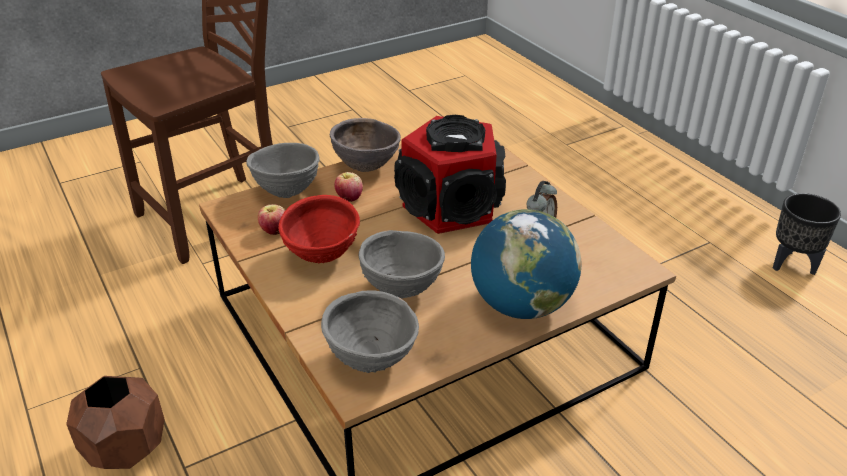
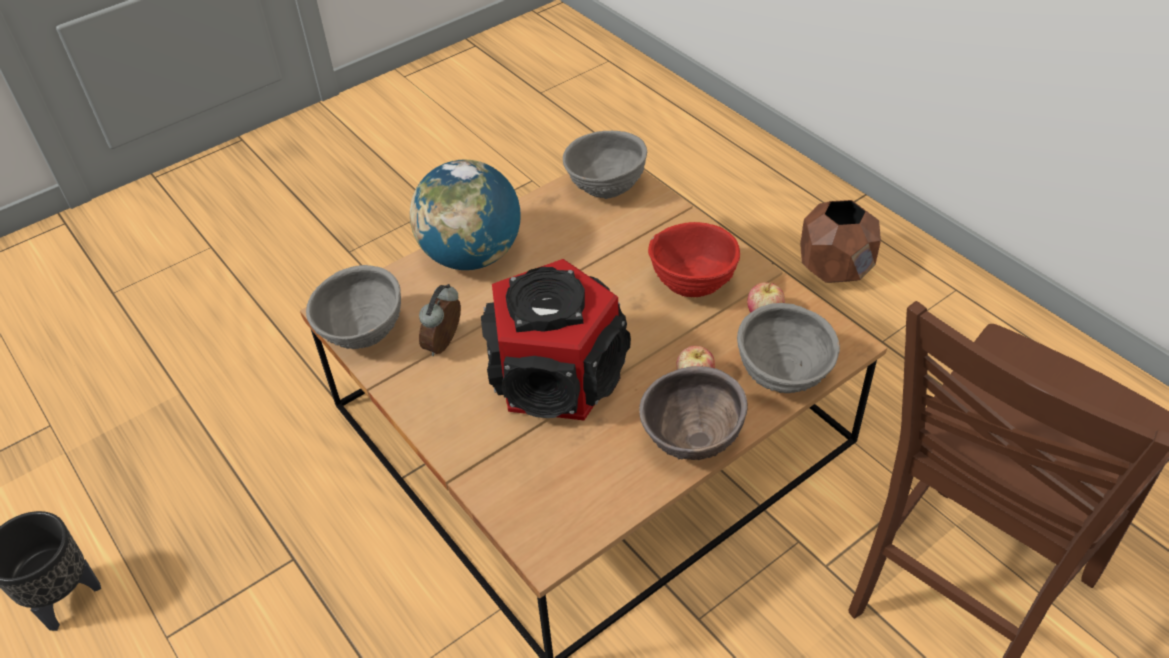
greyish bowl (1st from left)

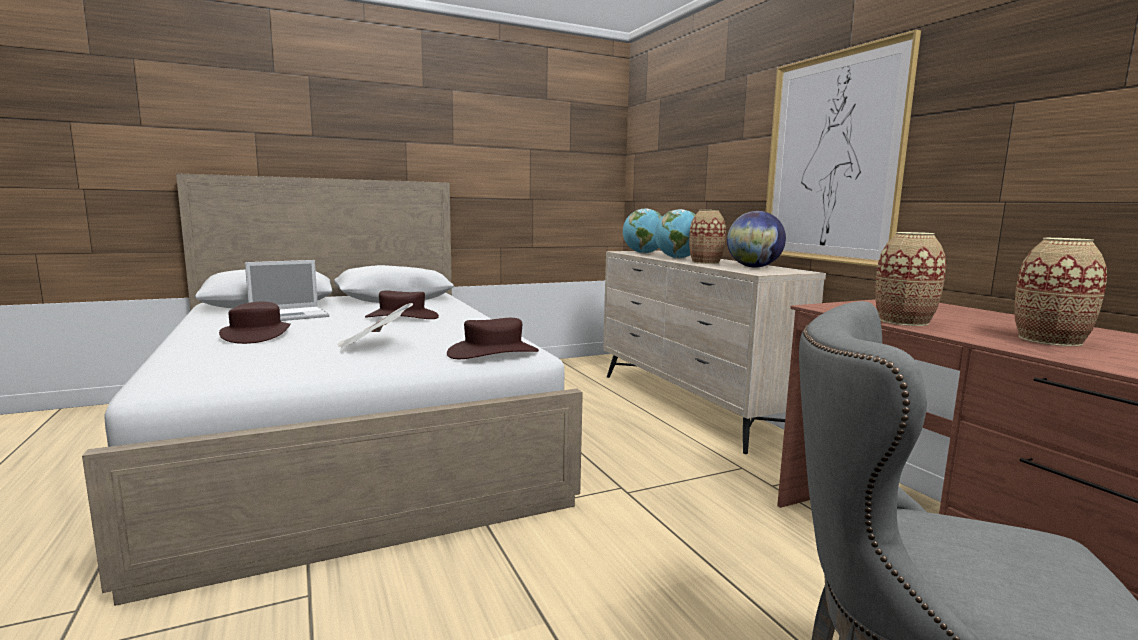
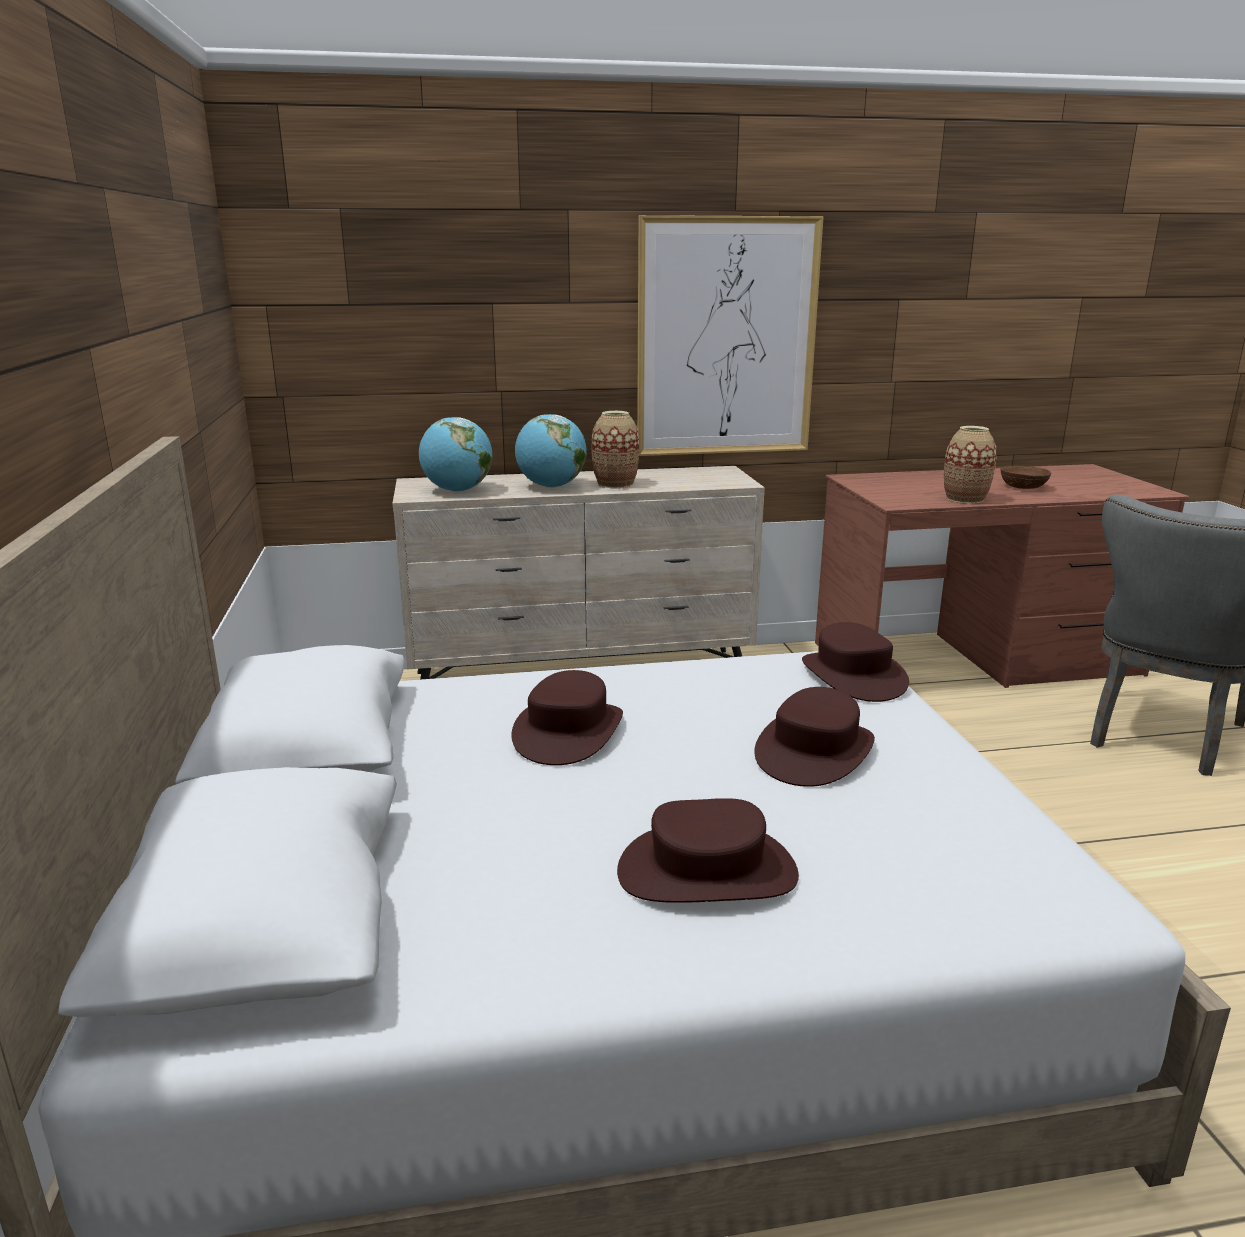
brown wearable hat (3rd from left)
brown bowl
notebook computer
desk globe (3rd from left in the first image)

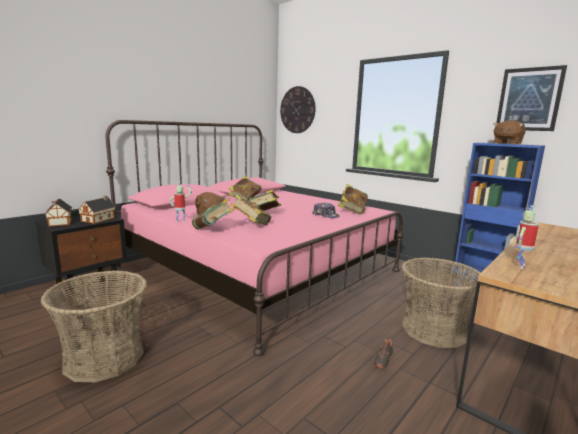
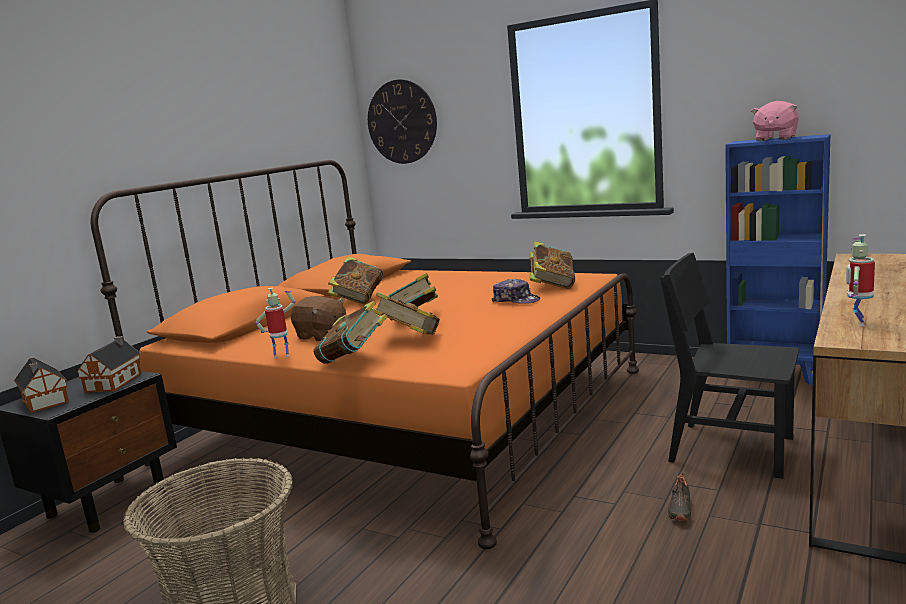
orange-coloured bed
black chair
pinkish soft toy
wall picture

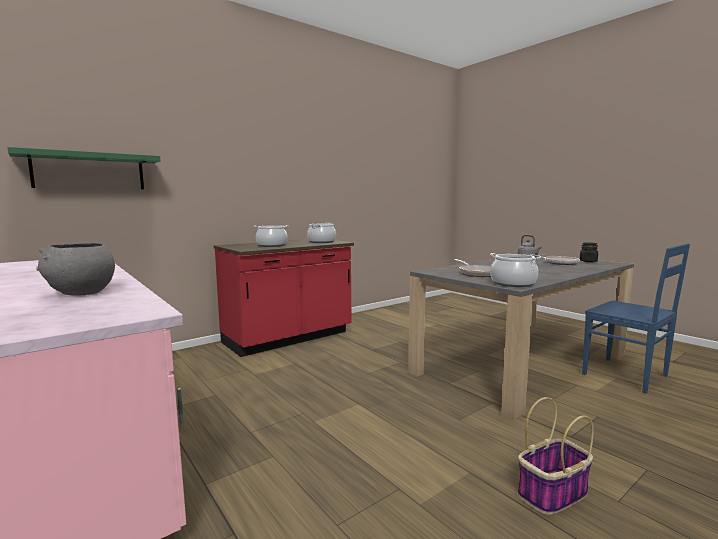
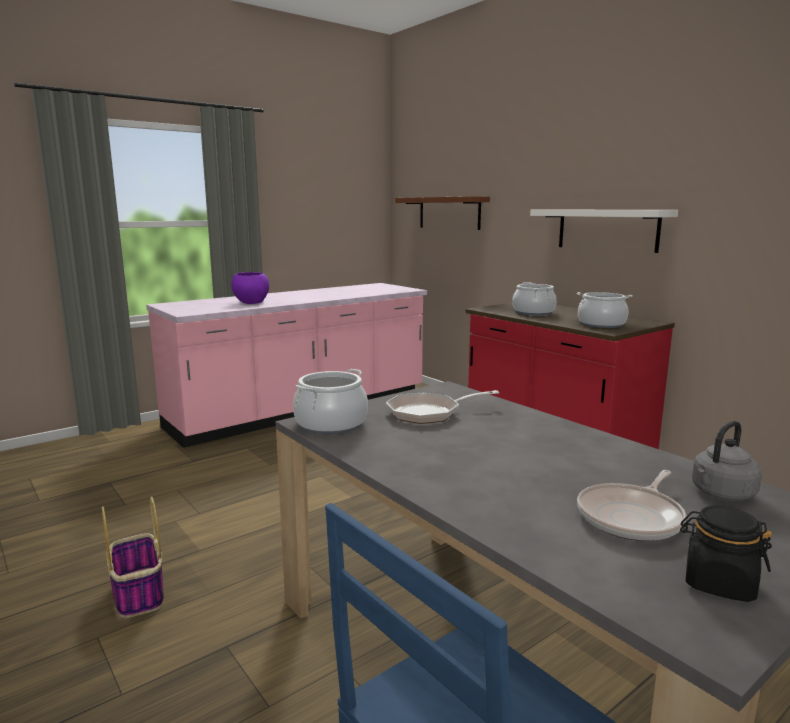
purplish bowl
brown bracket shelf
white bracket shelf

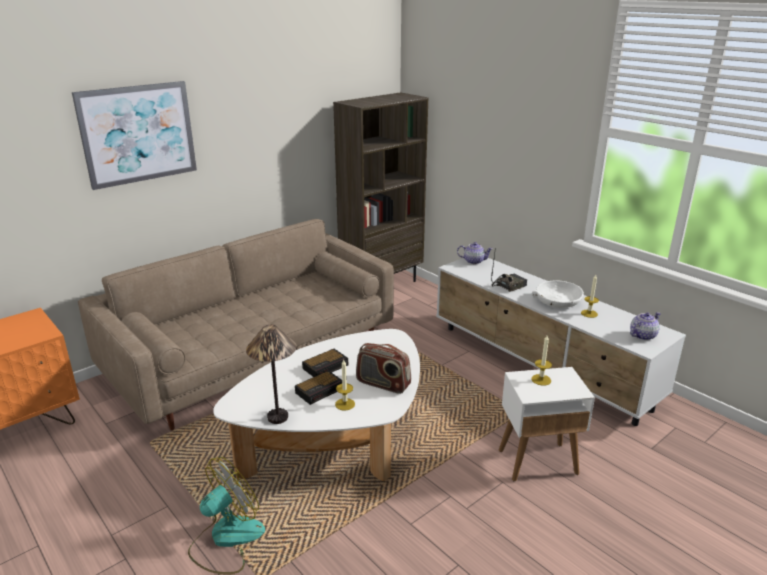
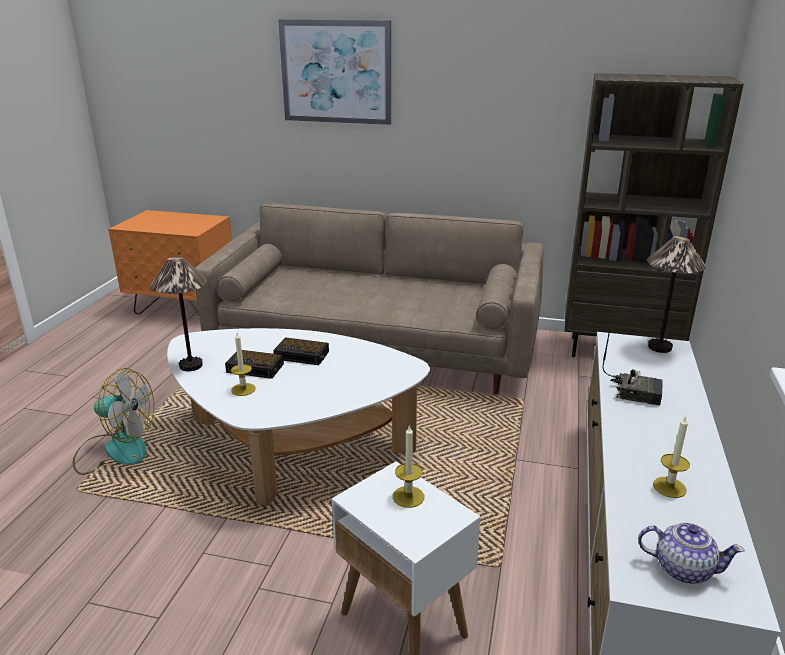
tabletop lamp (2nd from left)
radio set (1st from left in the first image)
white bowl

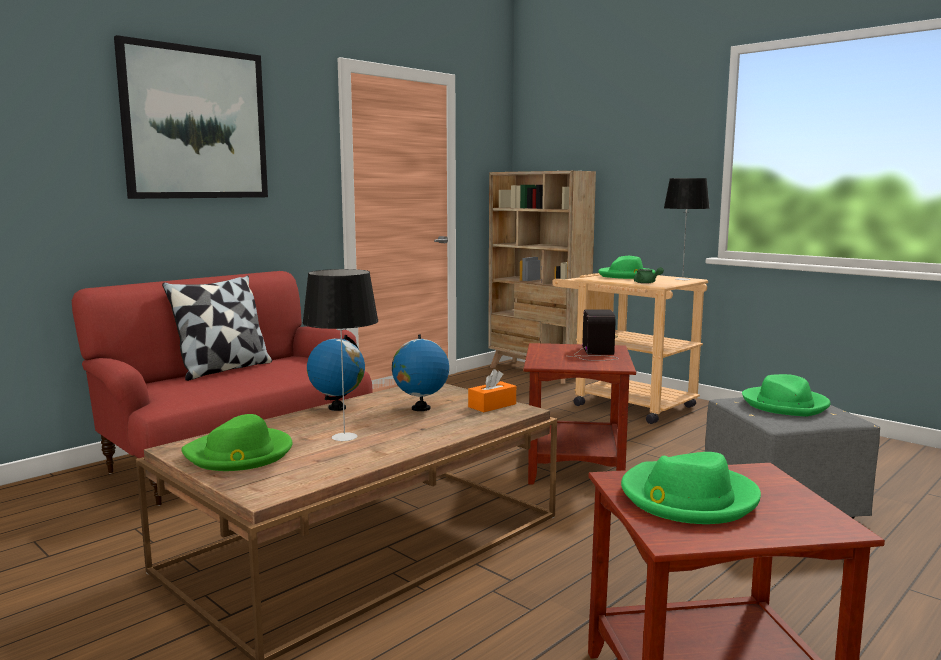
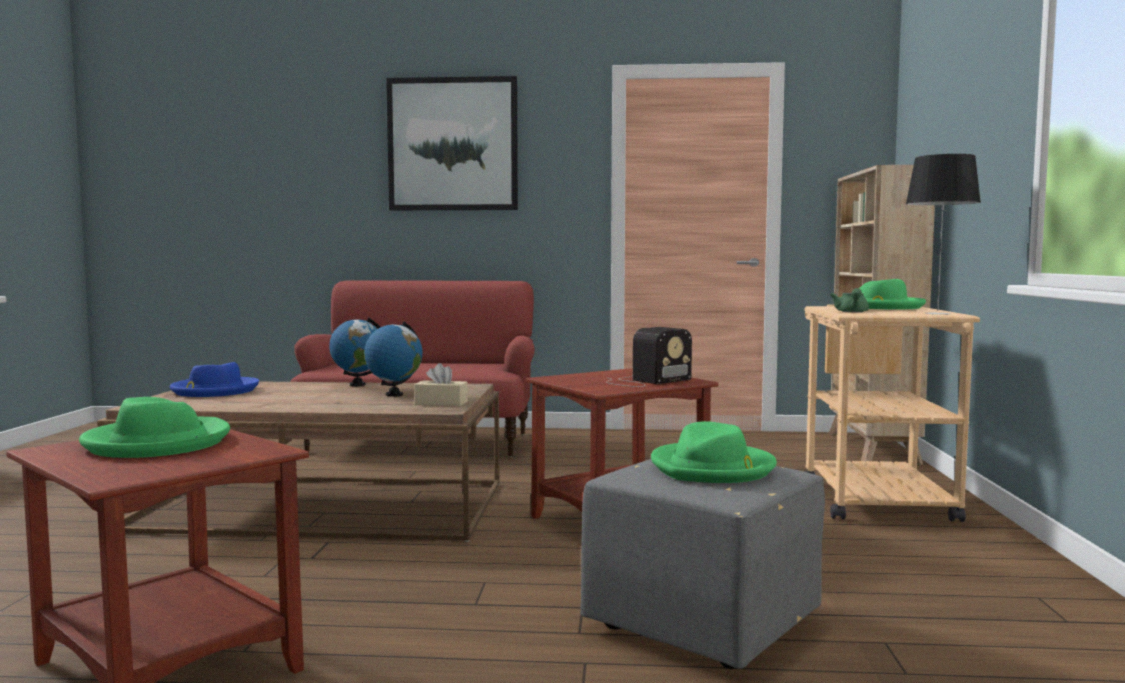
blue-coloured wearable hat
beige-coloured tissue holder
throw pillow
tabletop lamp (1st from left in the first image)

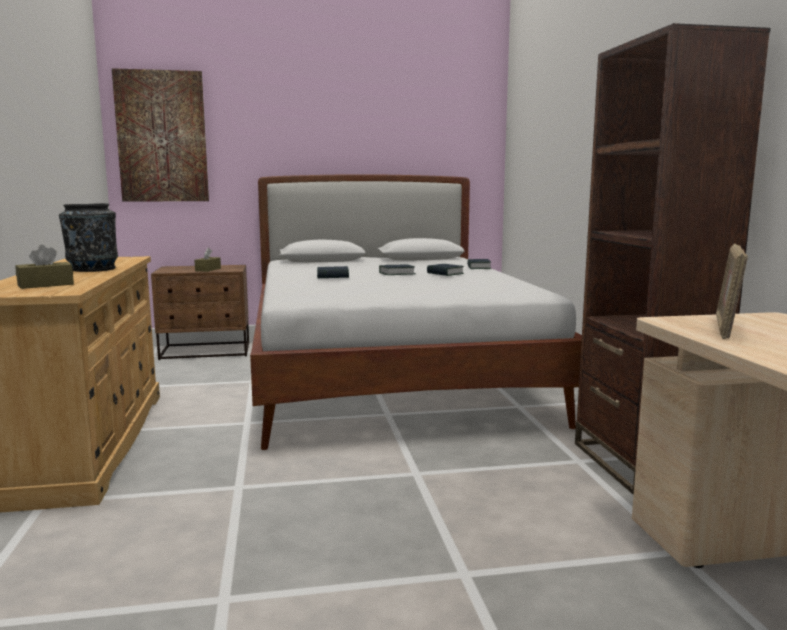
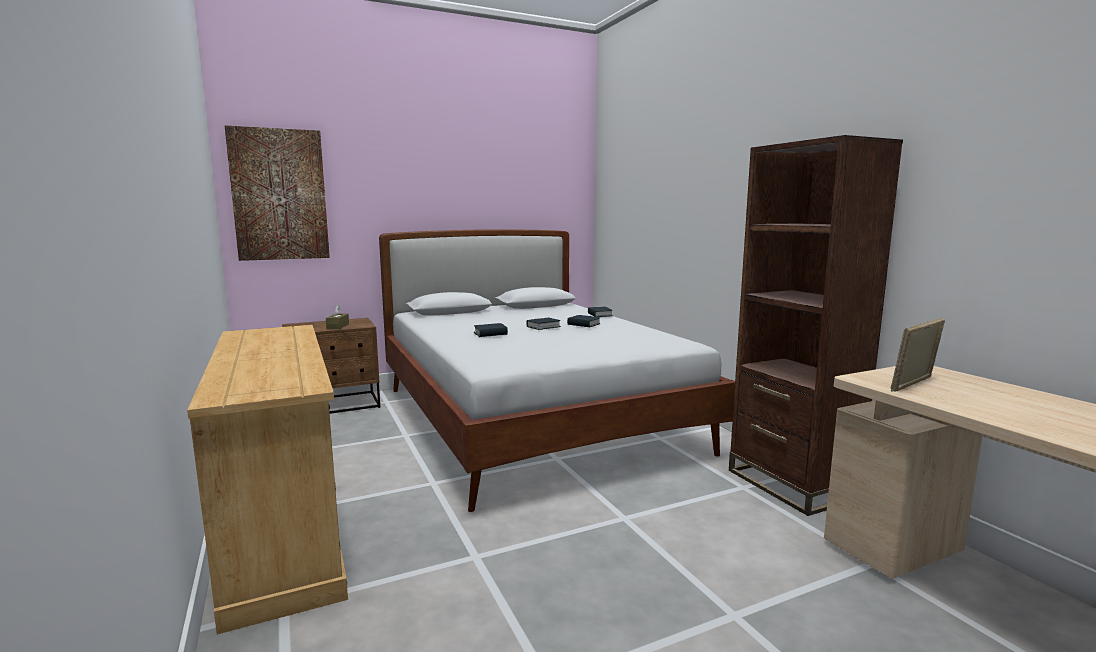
standing frame
brown tissue holder (1st from left in the first image)
black vase

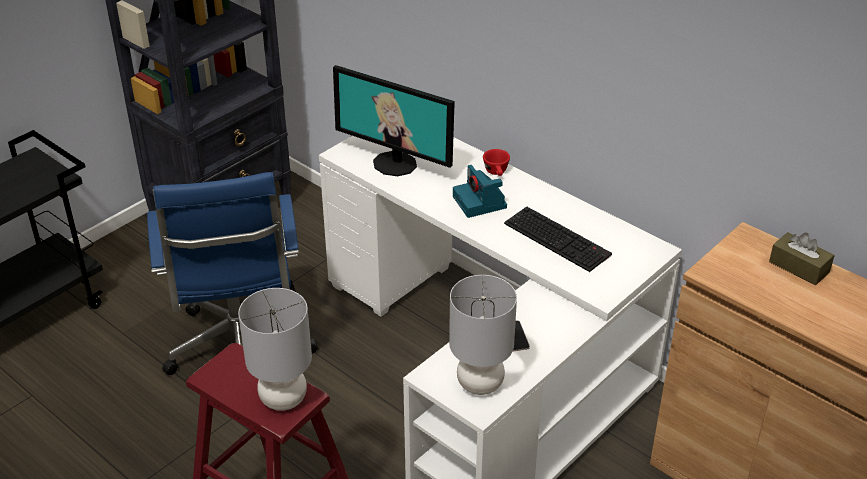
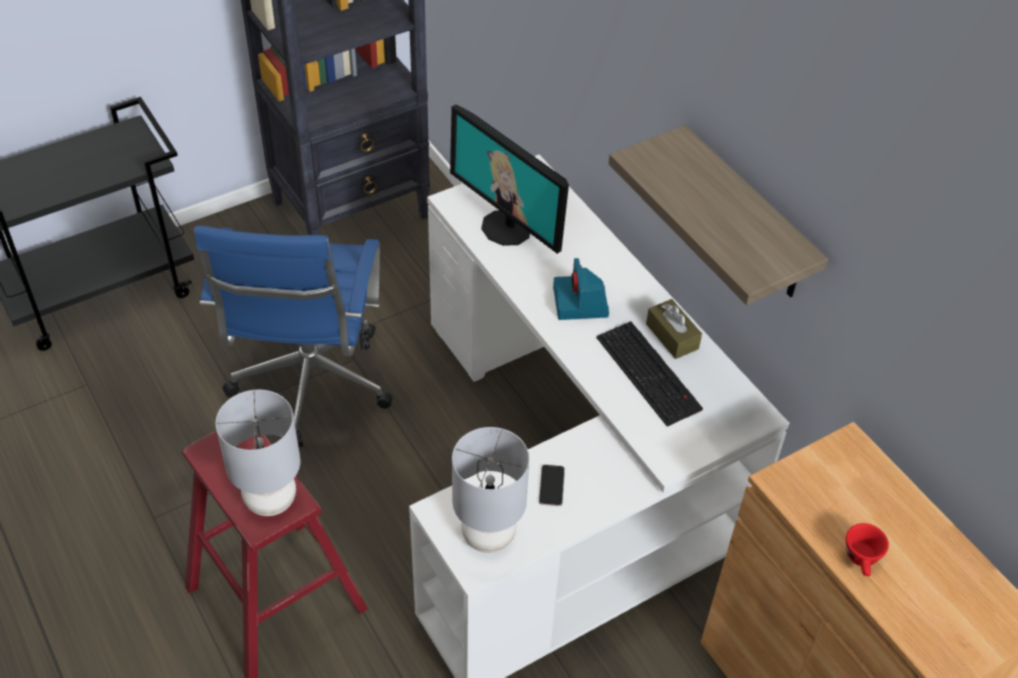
bracket shelf
brown tissue holder
red drinking cup

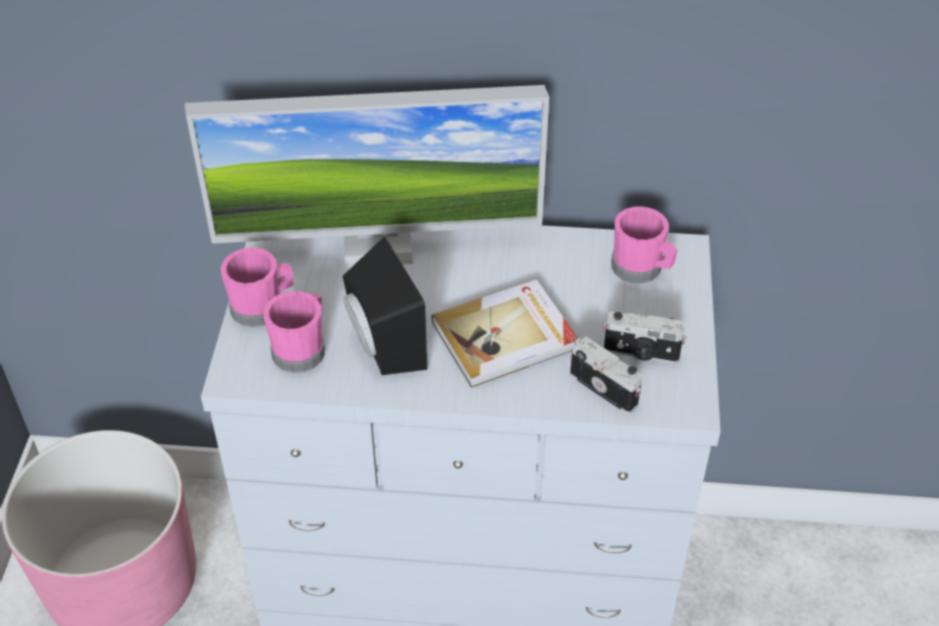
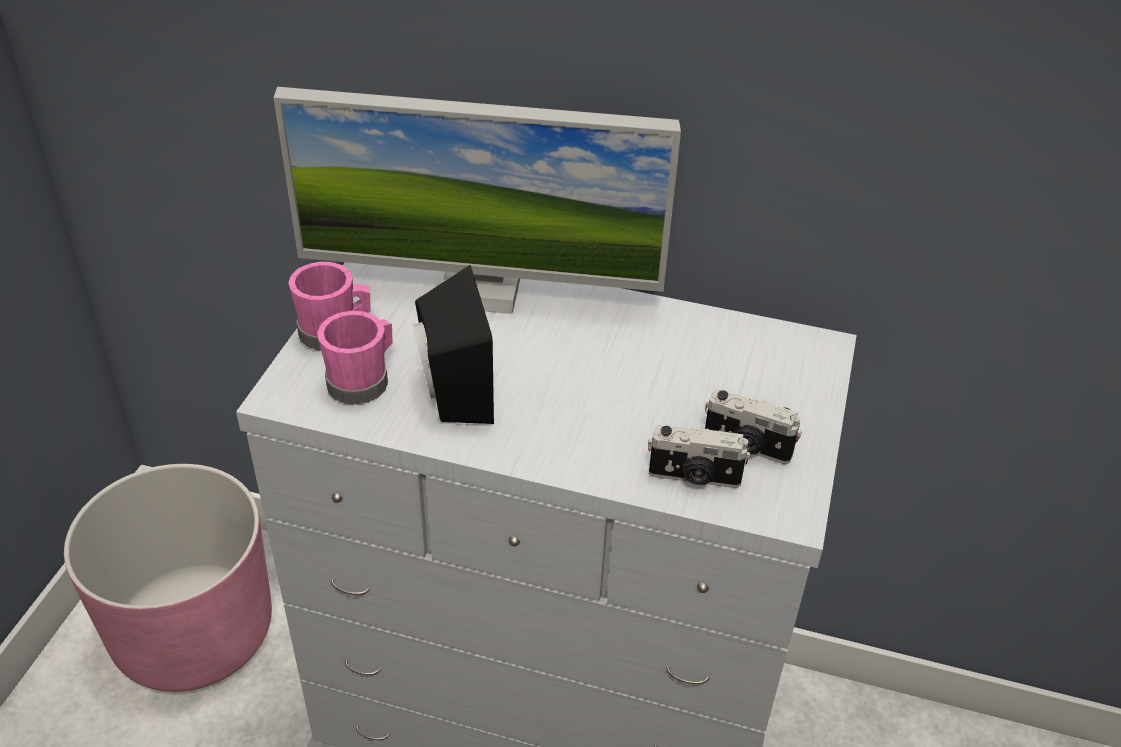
still camera (1st from left)
bound book
pinkish mug (3rd from left in the first image)

